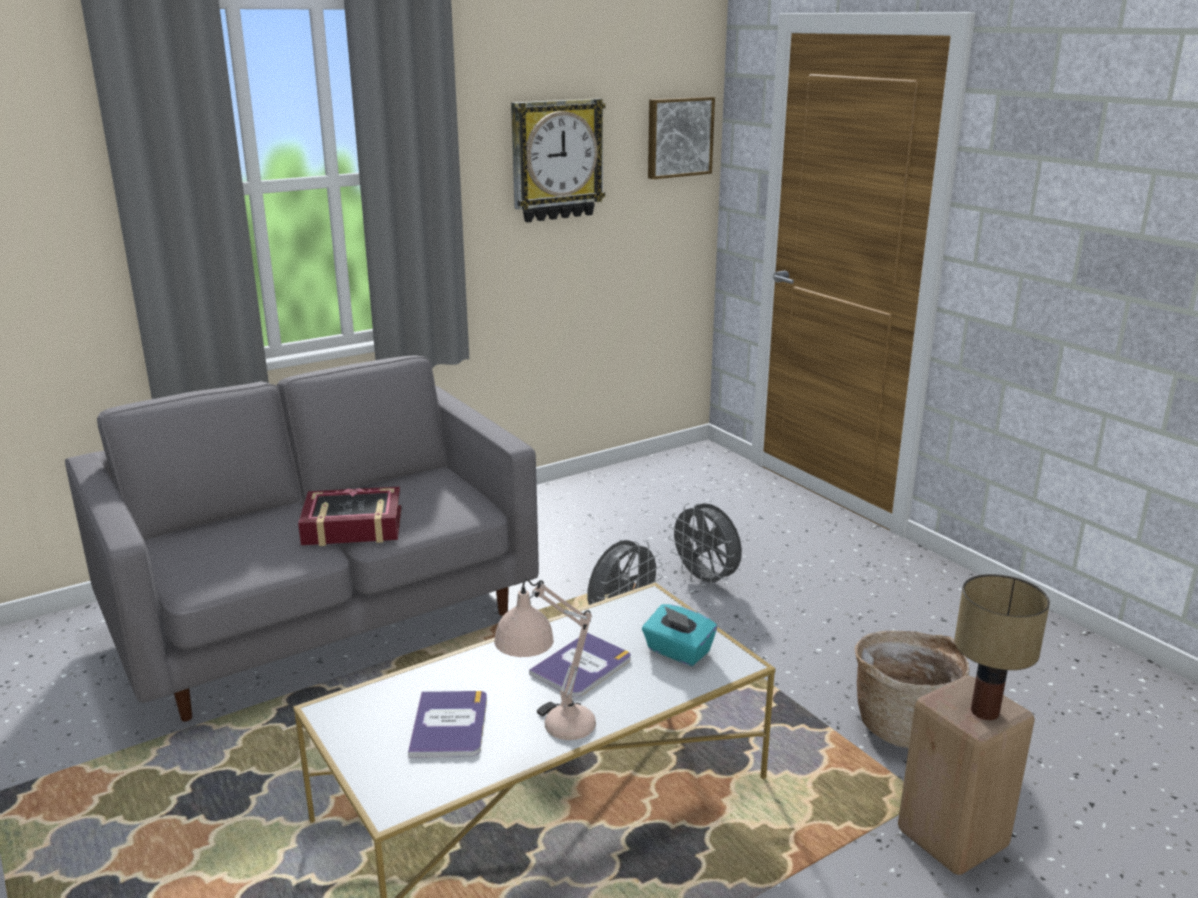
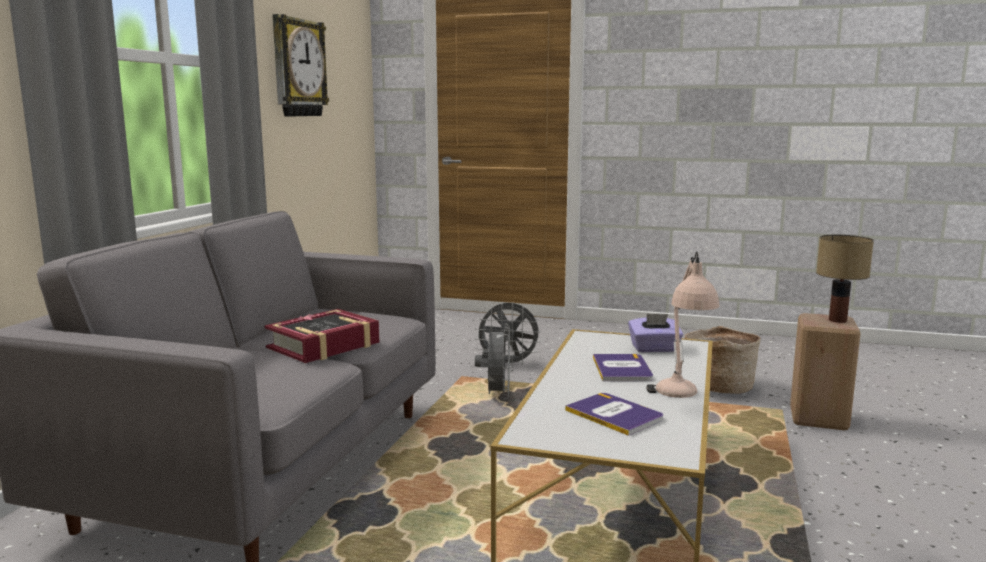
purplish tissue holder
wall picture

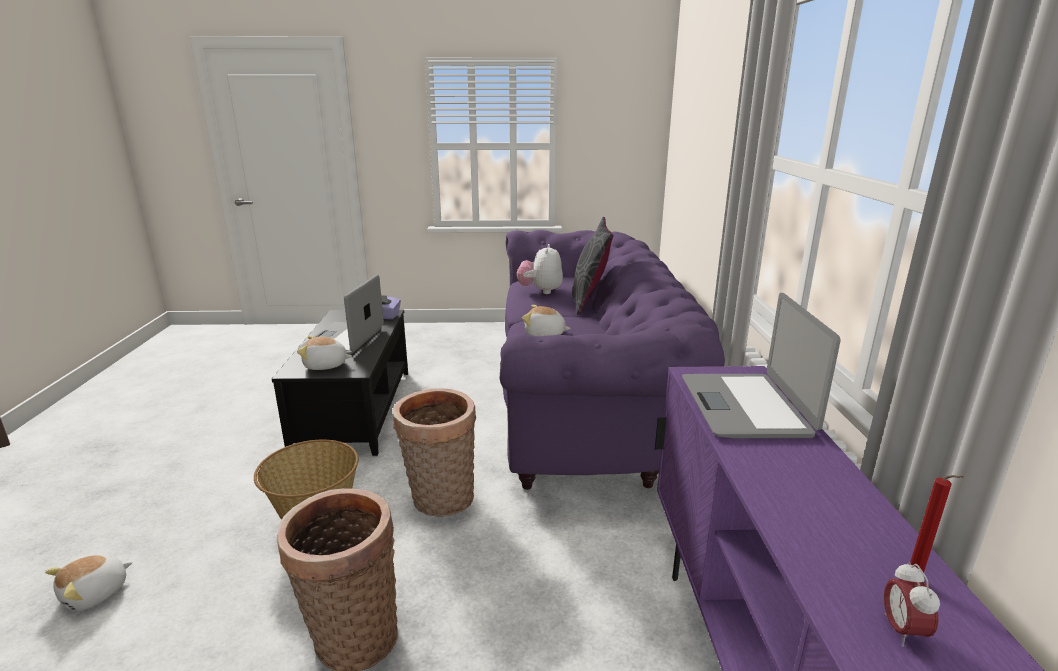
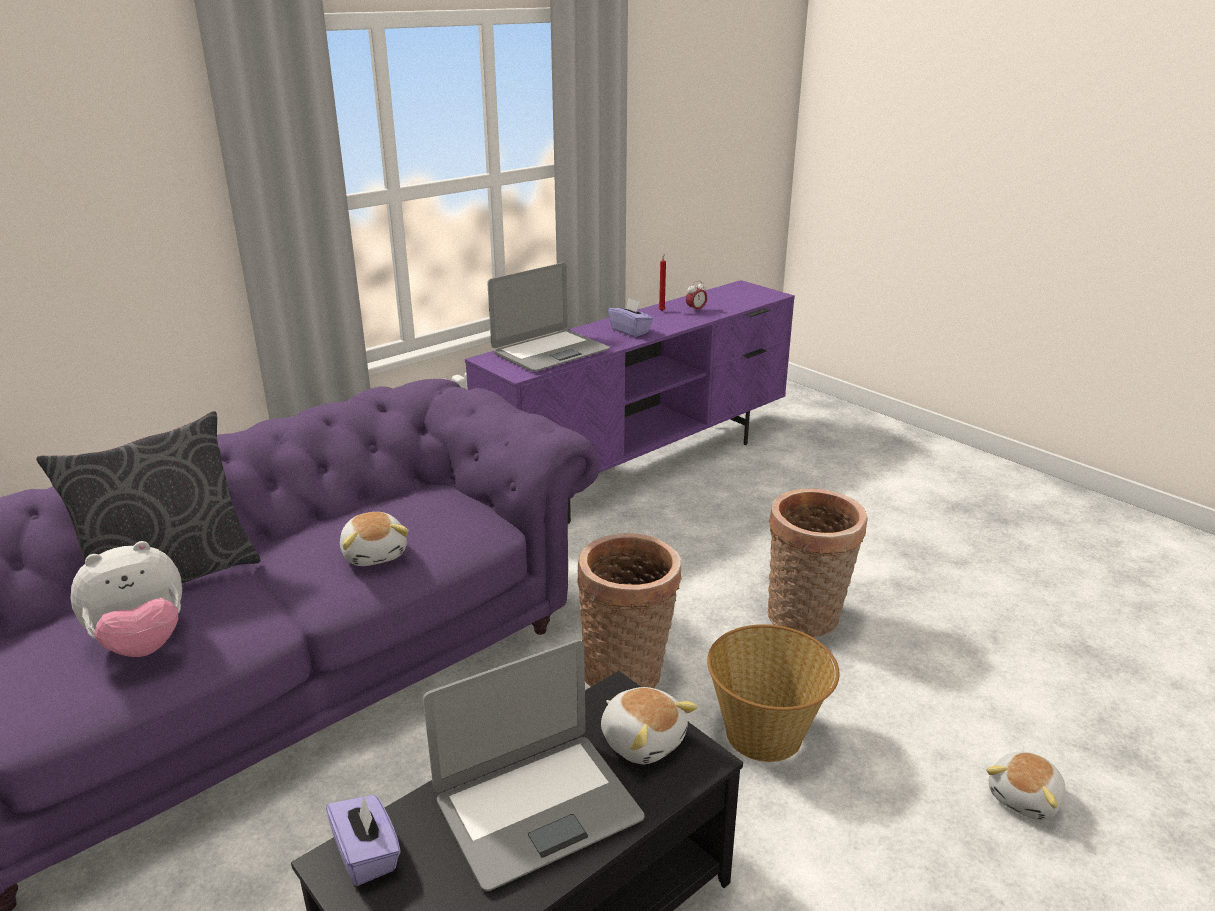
purplish tissue holder (2nd from left)
soft toy (4th from left)

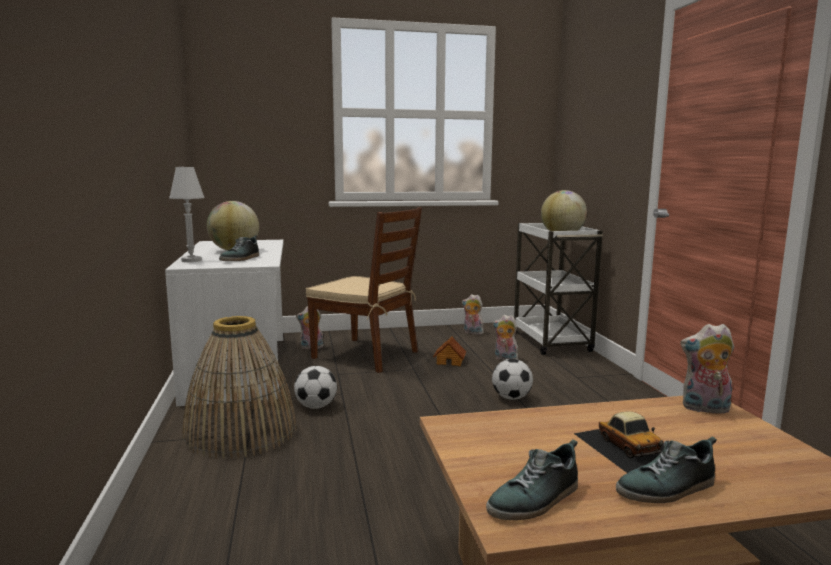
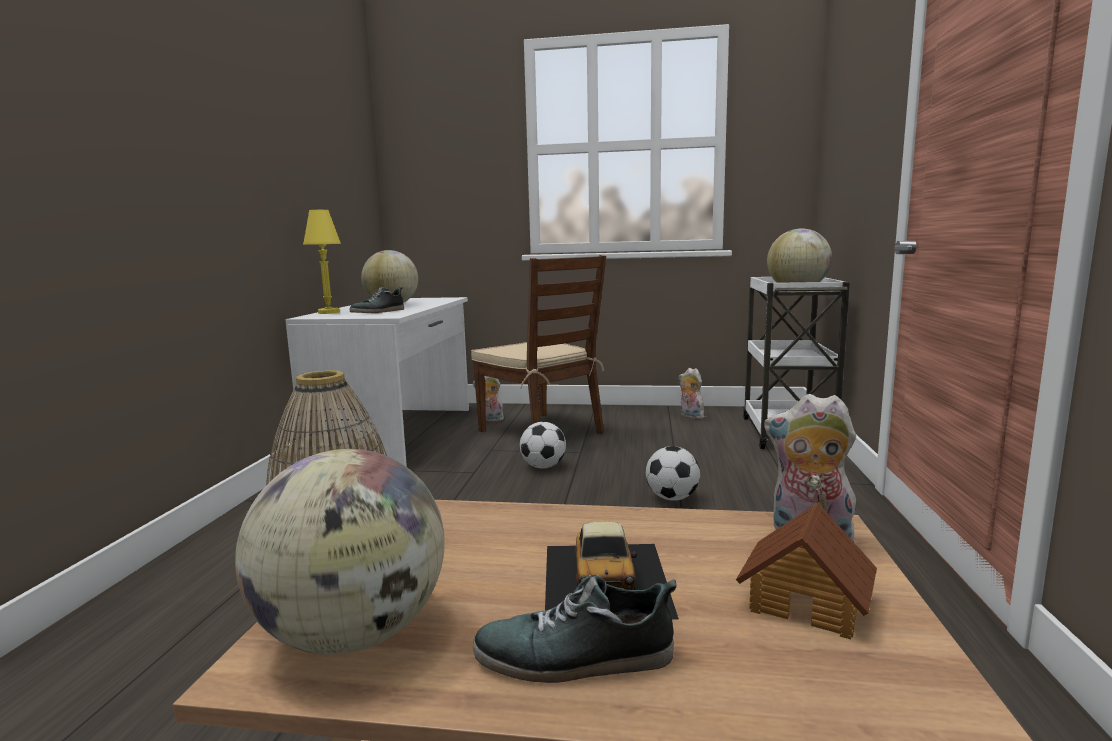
desk globe (1st from left)
yellow tabletop lamp
football (1st from left)
miniature house
soft toy (3rd from left in the first image)

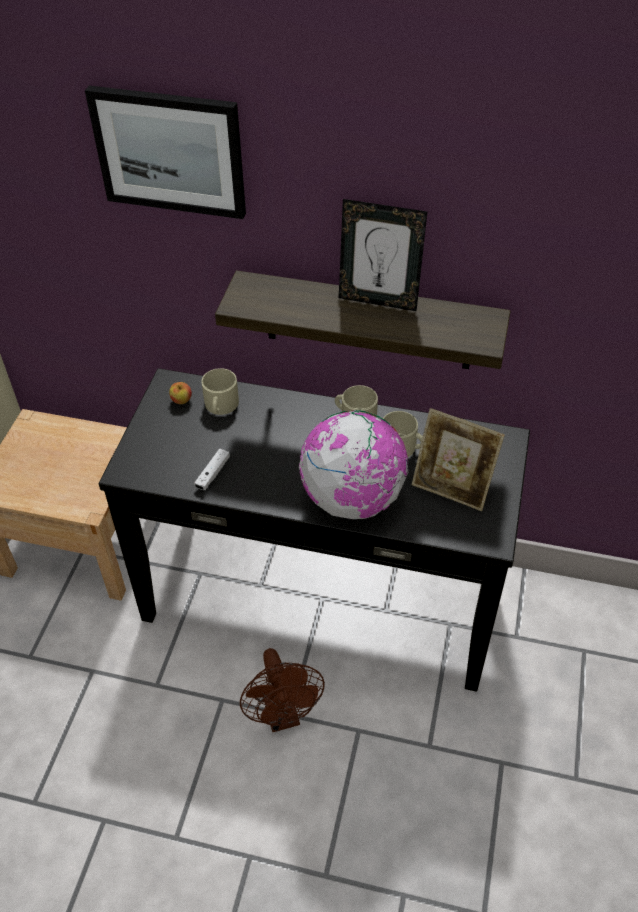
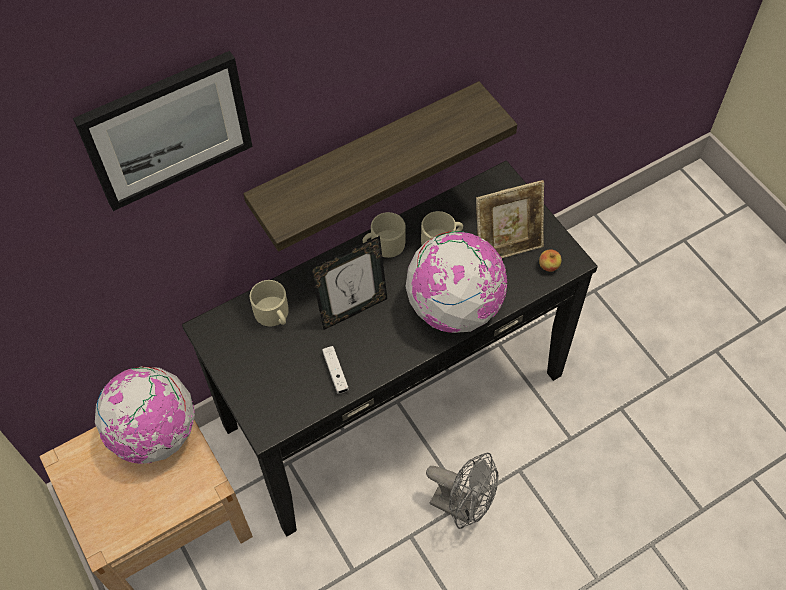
desk globe (1st from left)
standing frame (1st from left)
greyish electric fan
apple fruit

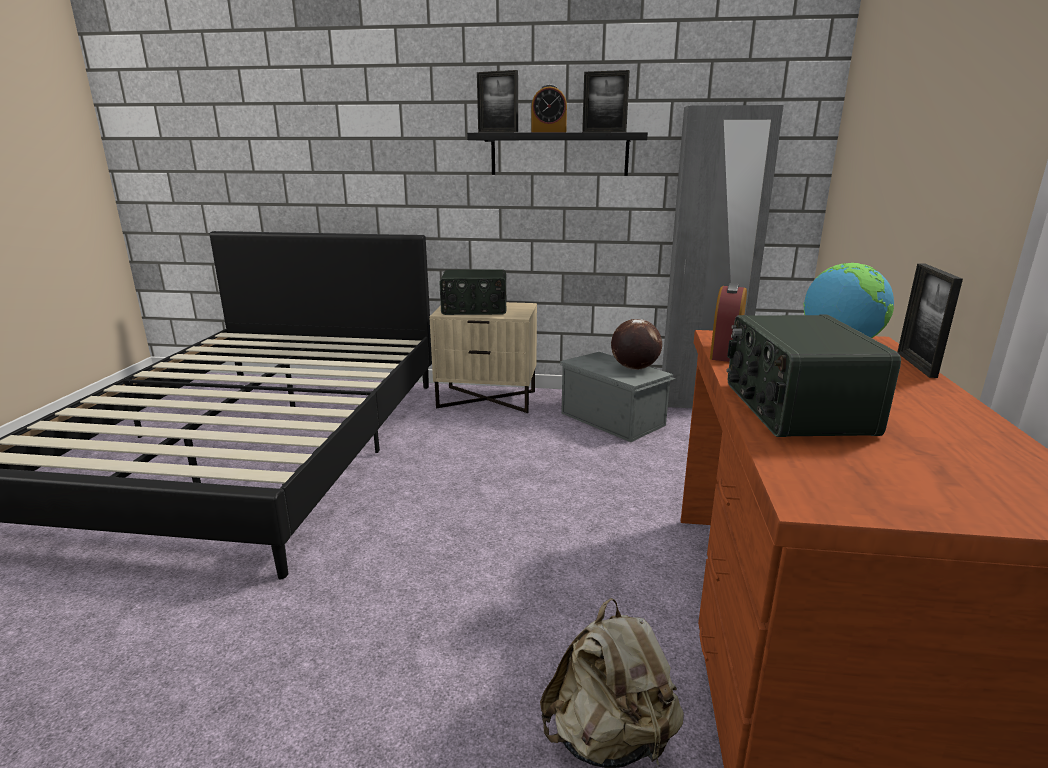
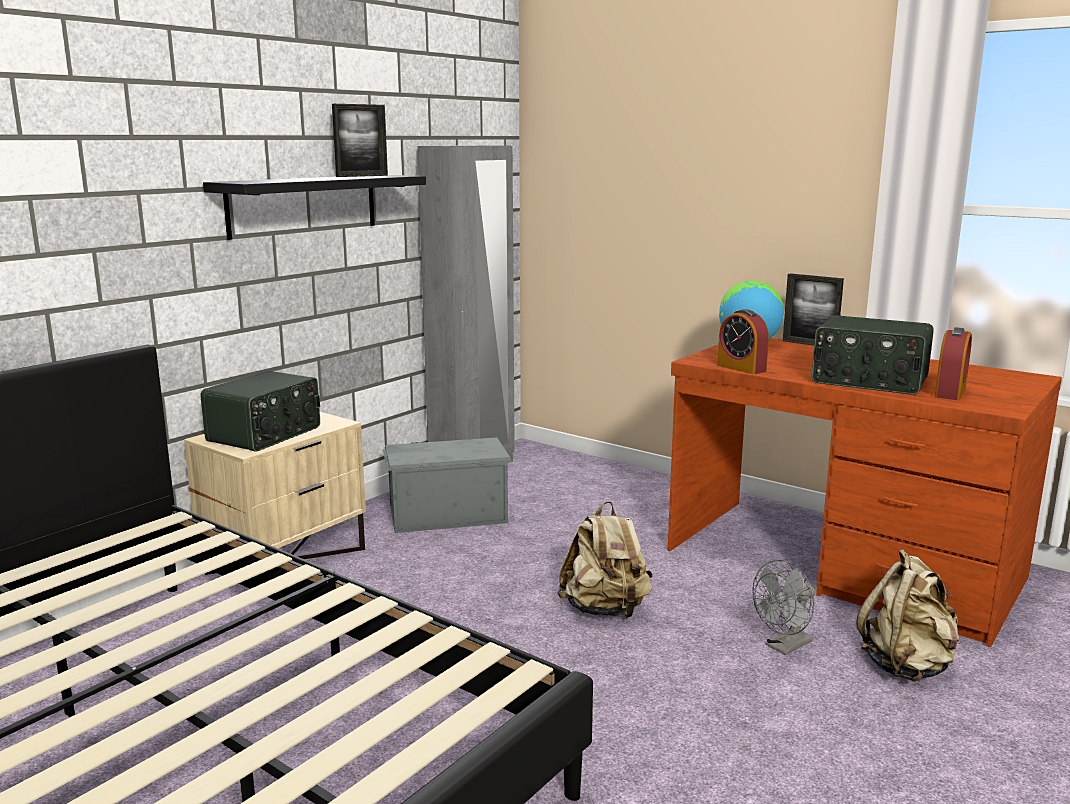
beige-coloured knapsack (1st from left)
greyish electric fan
alarm clock (2nd from left)
standing frame (1st from left in the first image)
desk globe (1st from left in the first image)

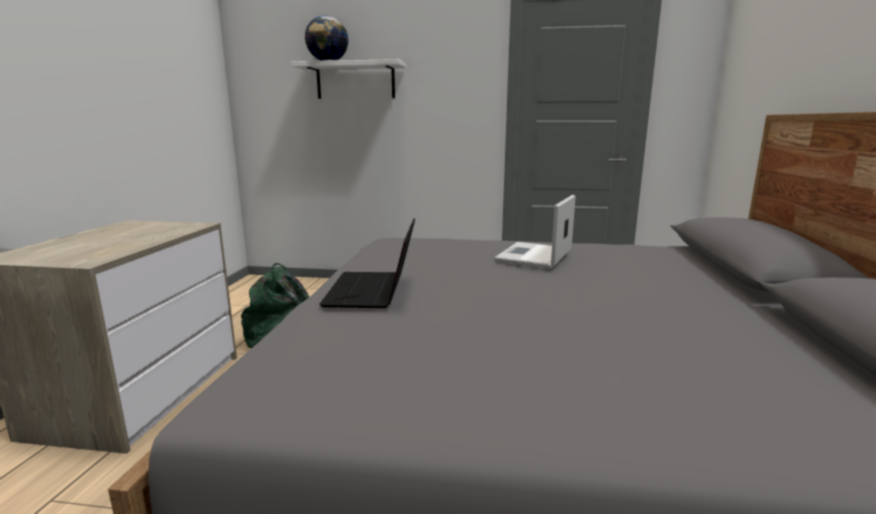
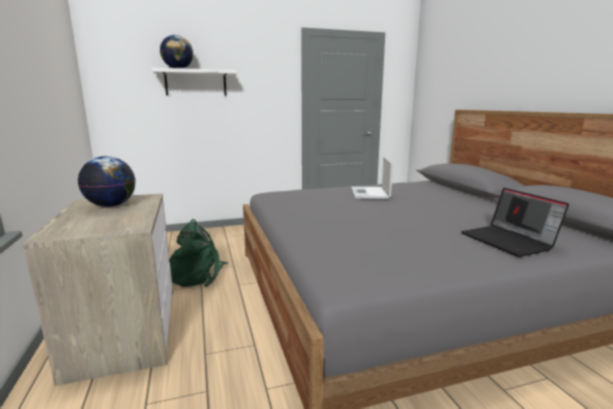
desk globe (1st from left)
notebook computer (2nd from left)

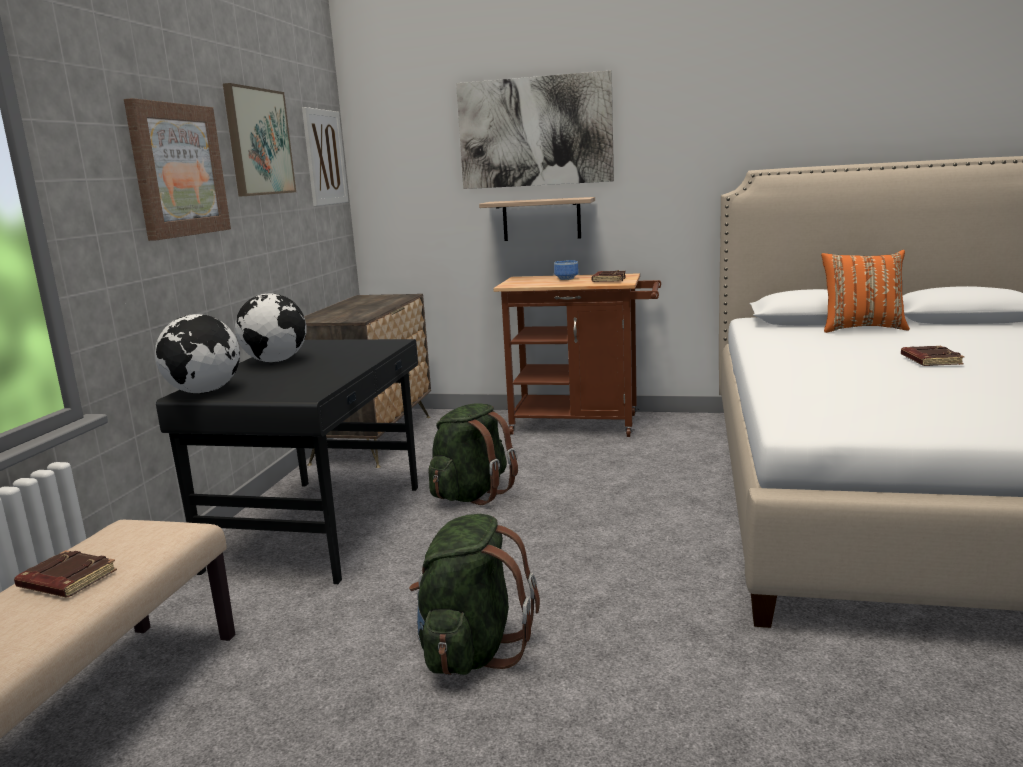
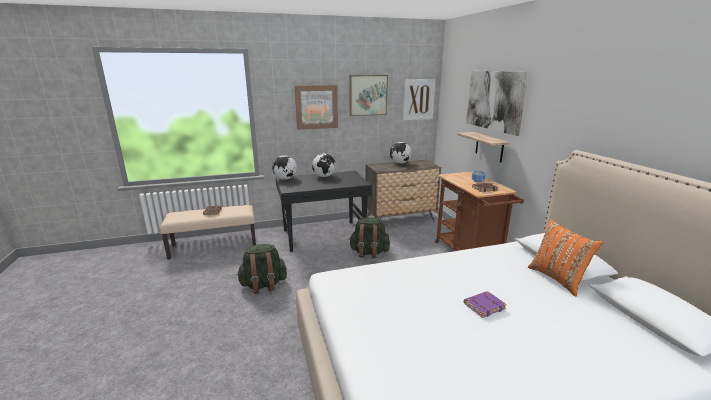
desk globe (3rd from left)
purplish bound book

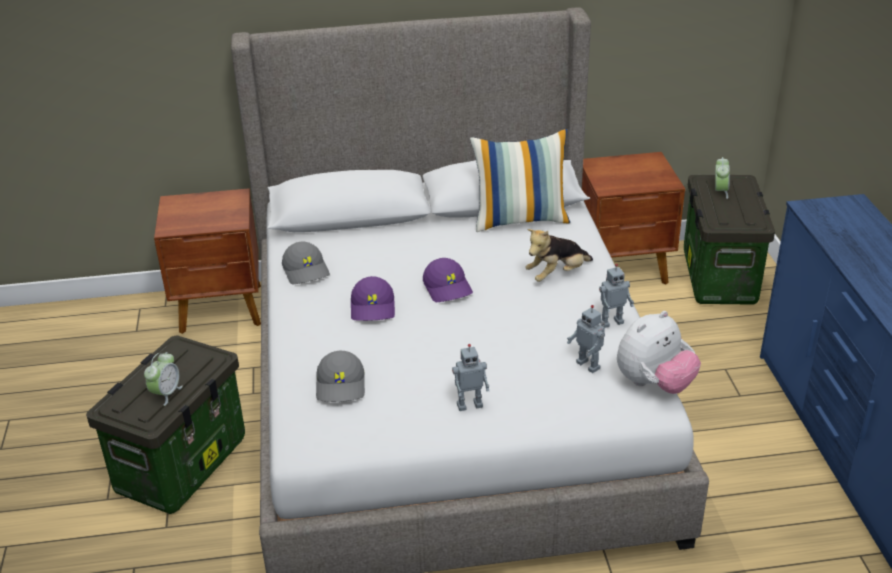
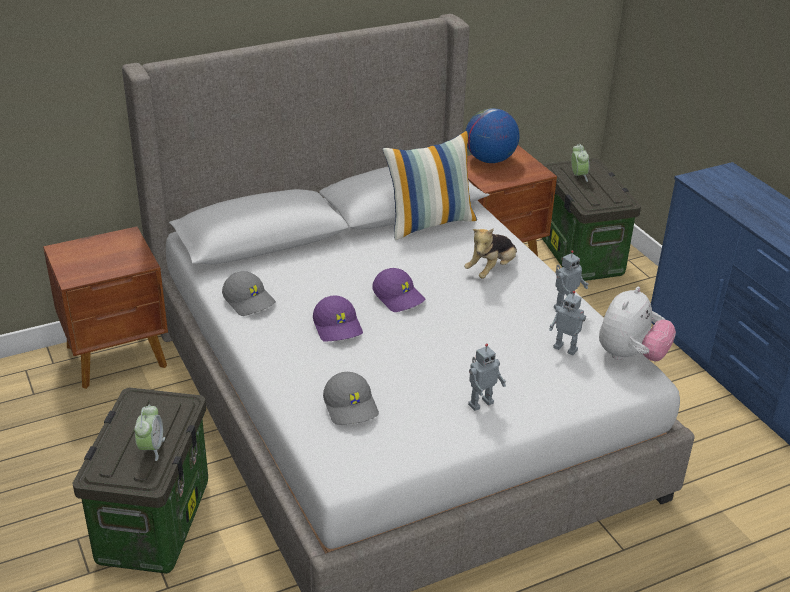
desk globe

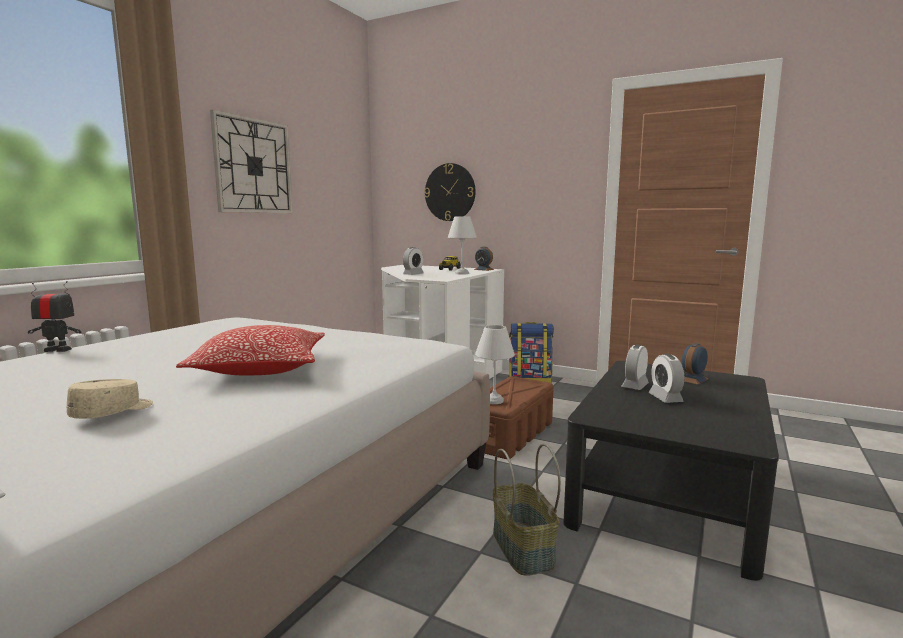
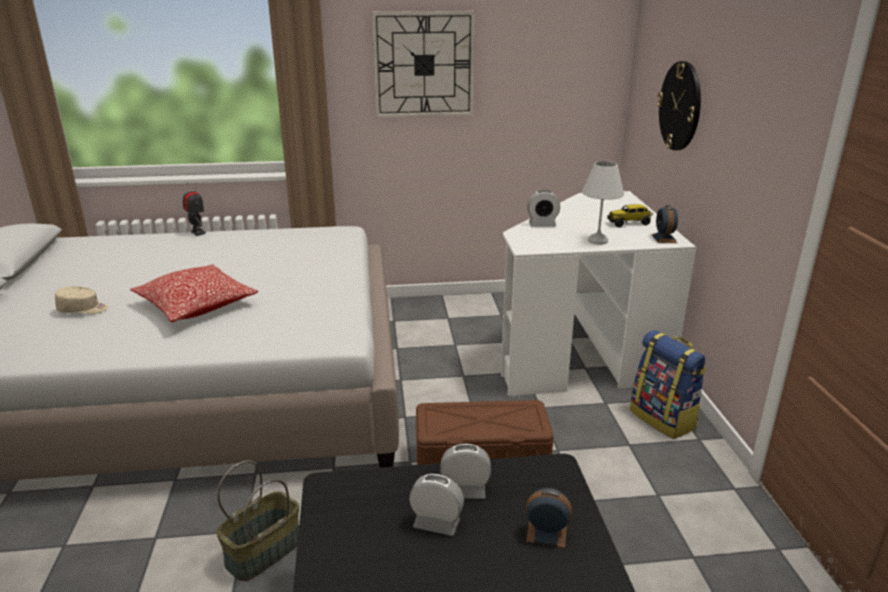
alarm clock (1st from left)
white tabletop lamp (2nd from left in the first image)

